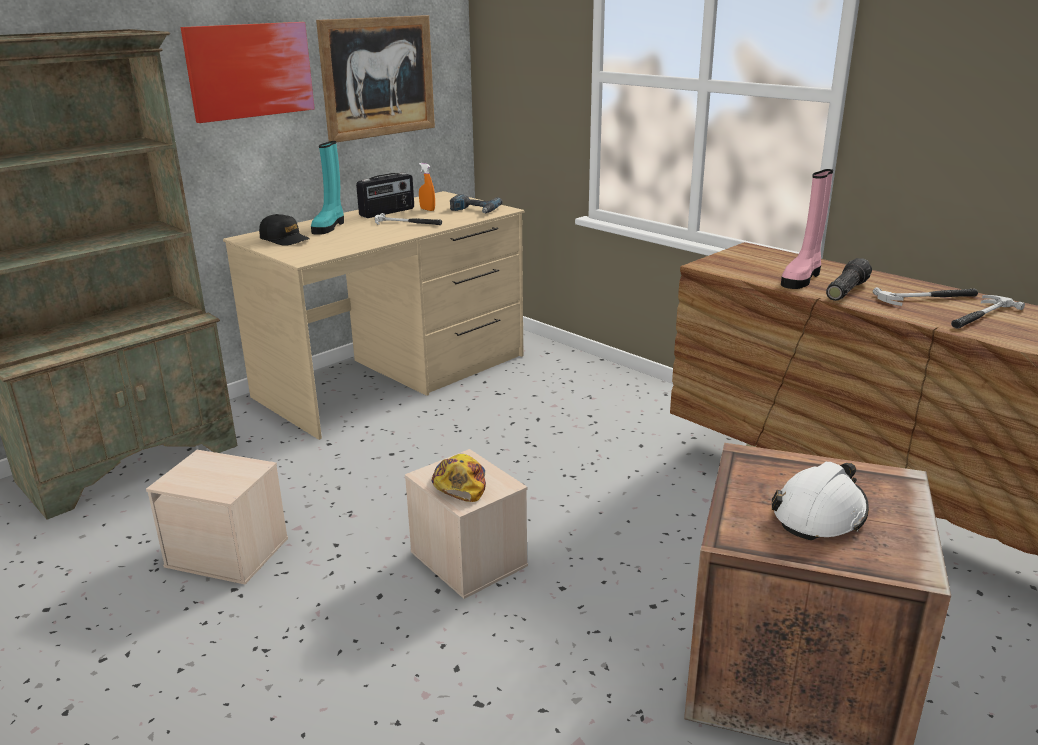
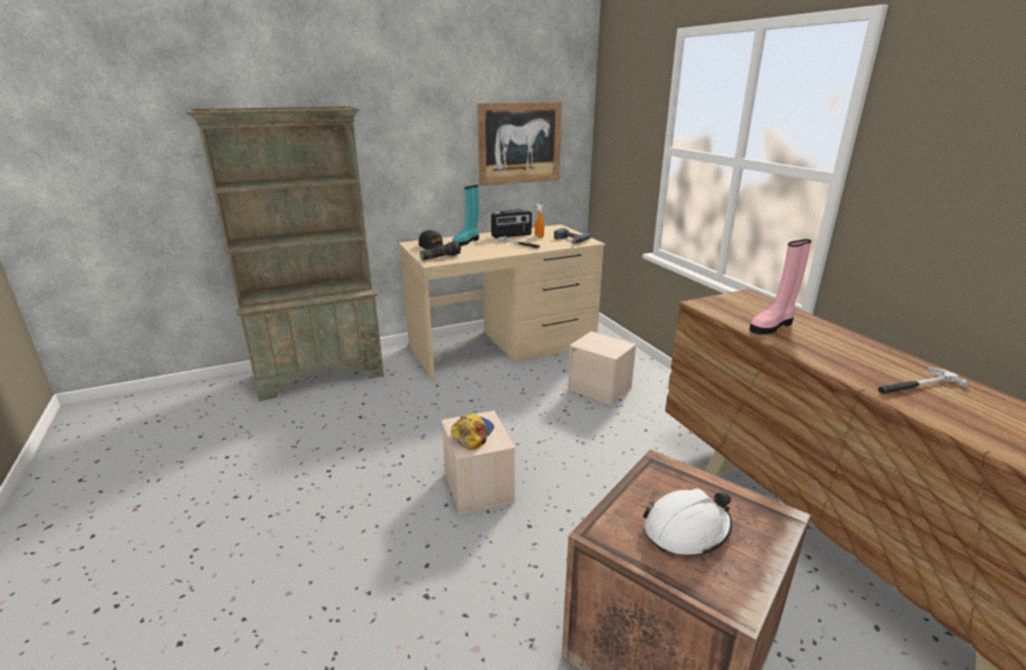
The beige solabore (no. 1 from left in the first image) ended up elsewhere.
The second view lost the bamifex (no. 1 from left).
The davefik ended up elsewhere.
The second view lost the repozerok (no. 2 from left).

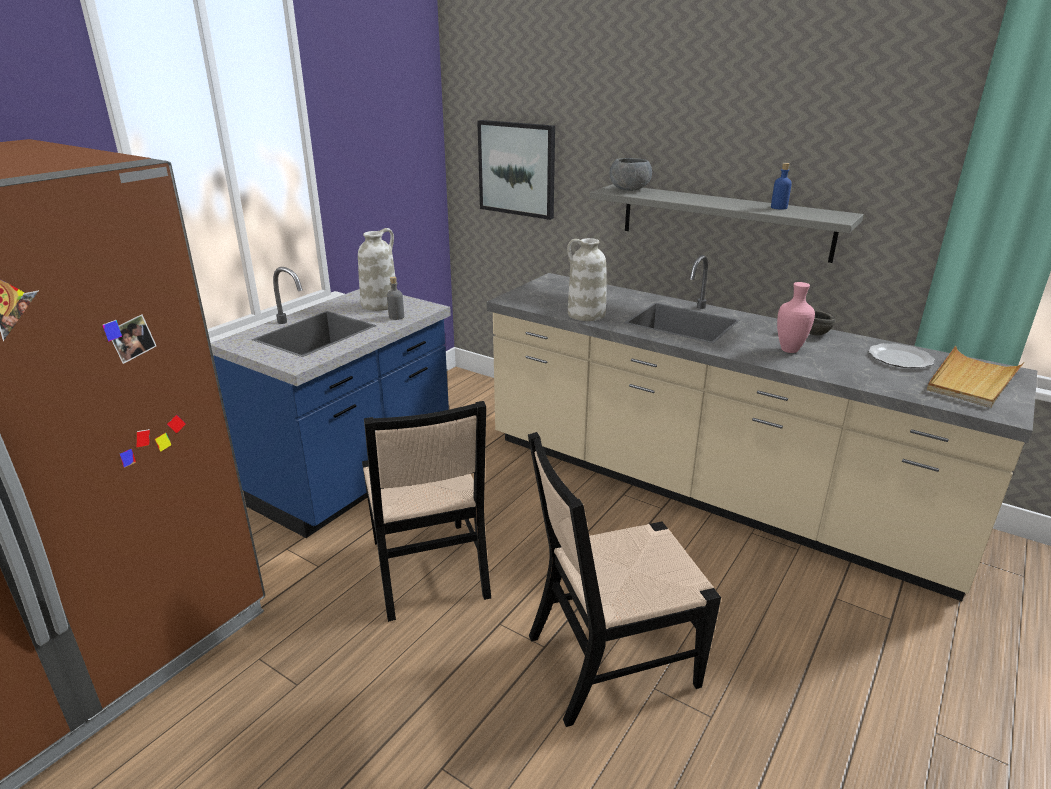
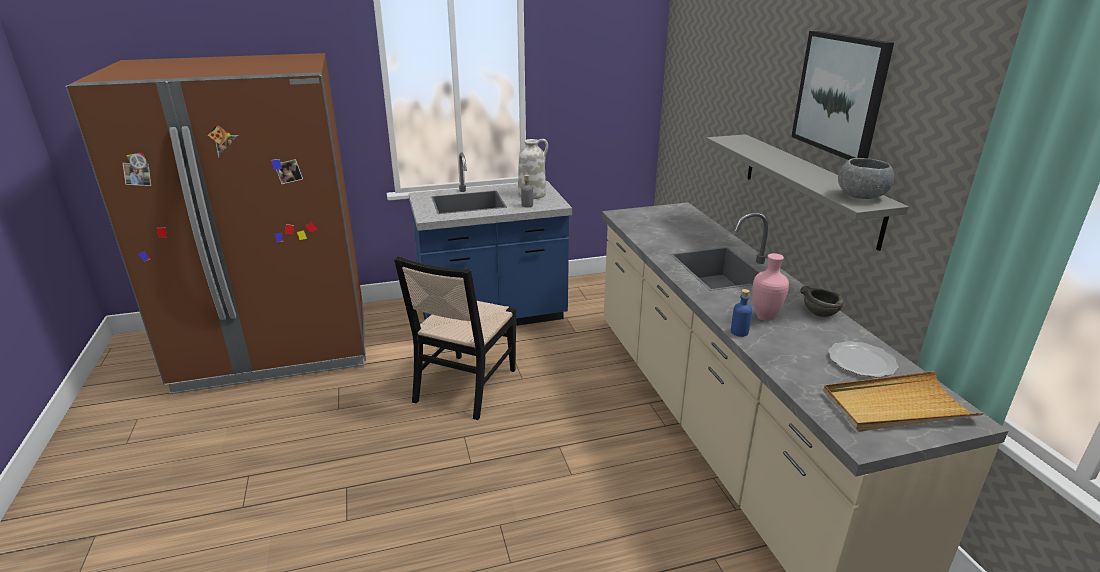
The bamifex ended up elsewhere.
The second view lost the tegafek (no. 2 from left).
The second view lost the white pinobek (no. 2 from left).
The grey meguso (no. 1 from left in the first image) ended up elsewhere.
The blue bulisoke ended up elsewhere.

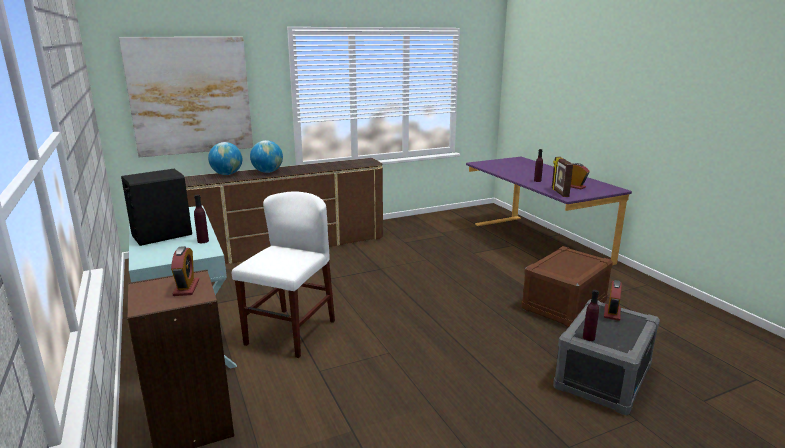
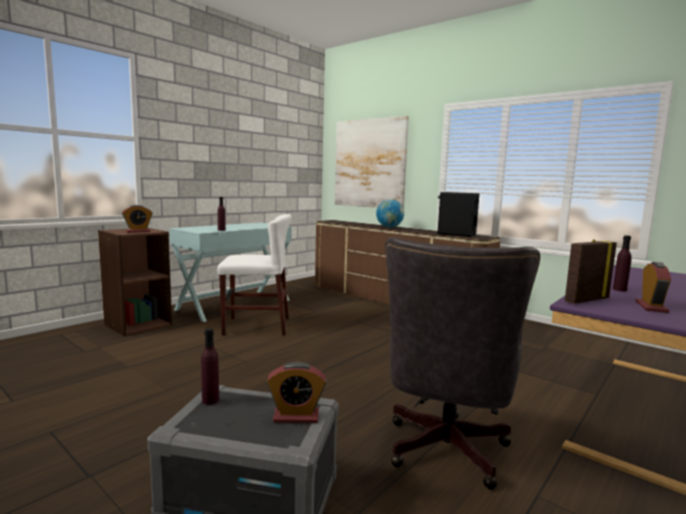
The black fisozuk ended up elsewhere.
The second view lost the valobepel (no. 1 from left).
Where the brown solabore stood, the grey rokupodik came to stand.

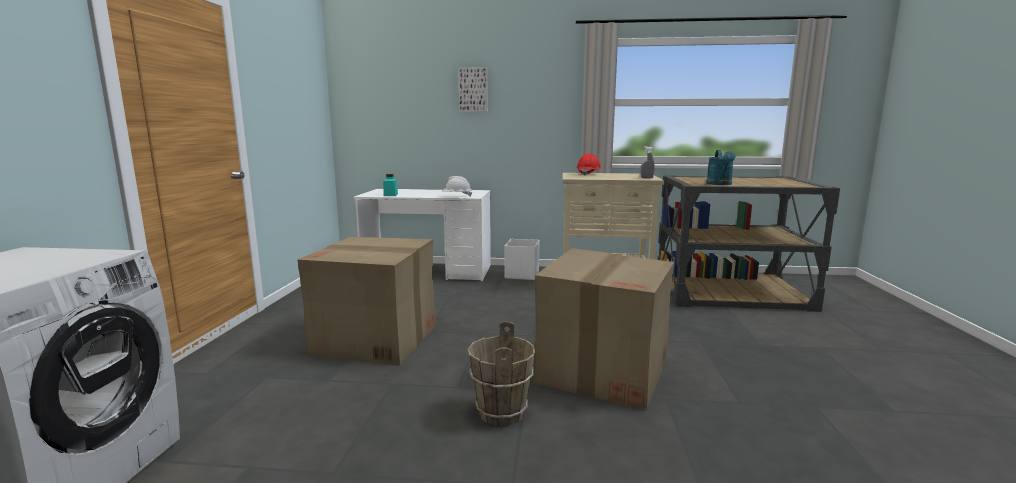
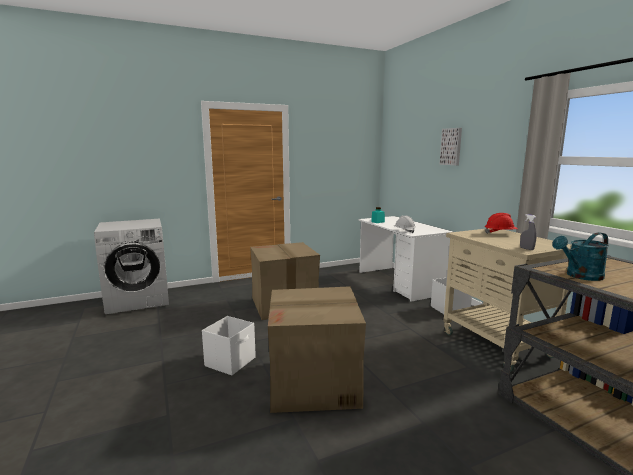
Where the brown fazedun stood, the white solabore (no. 1 from left) came to stand.

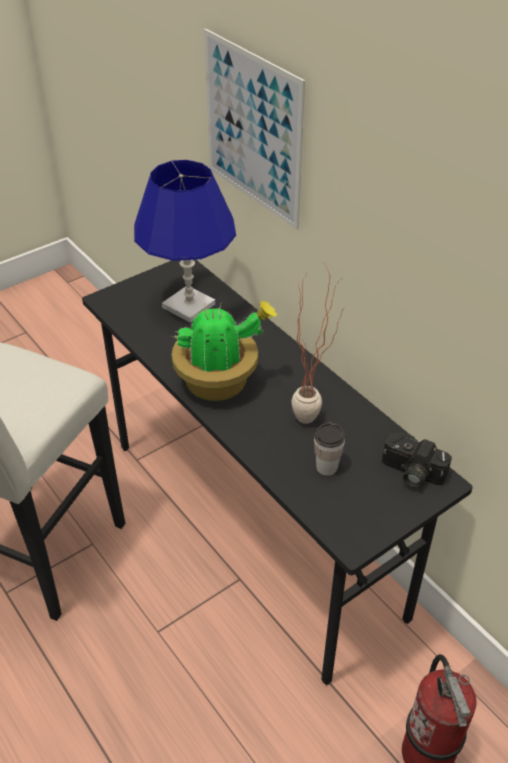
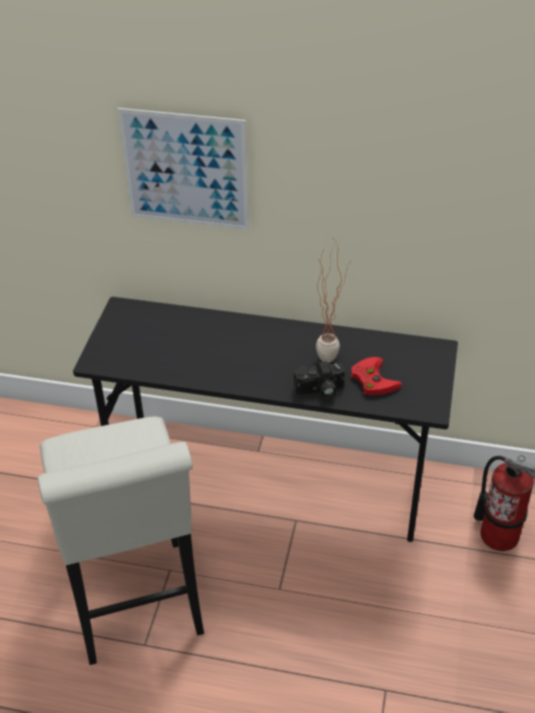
The second view lost the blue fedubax.
The second view lost the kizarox (no. 1 from left).
Where the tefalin stood, the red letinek came to stand.
The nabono ended up elsewhere.

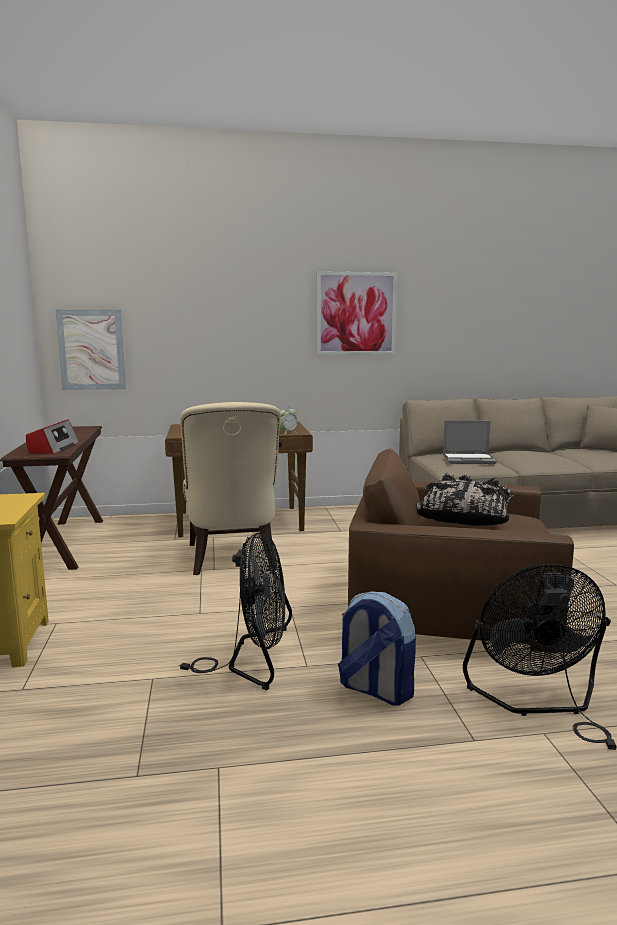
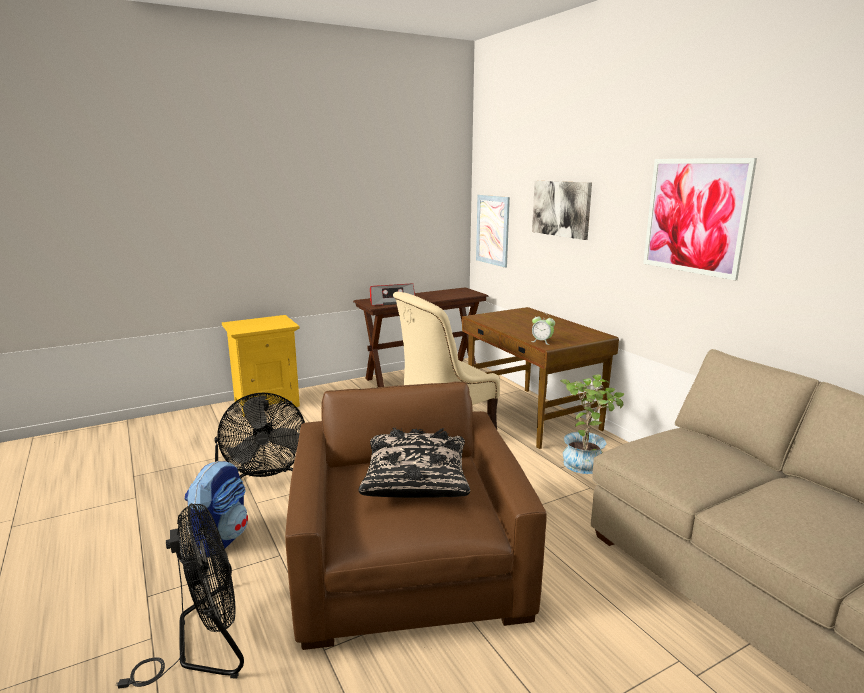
The second view lost the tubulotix.
The second view gained the bamifex (no. 2 from left).
The second view gained the kizarox.

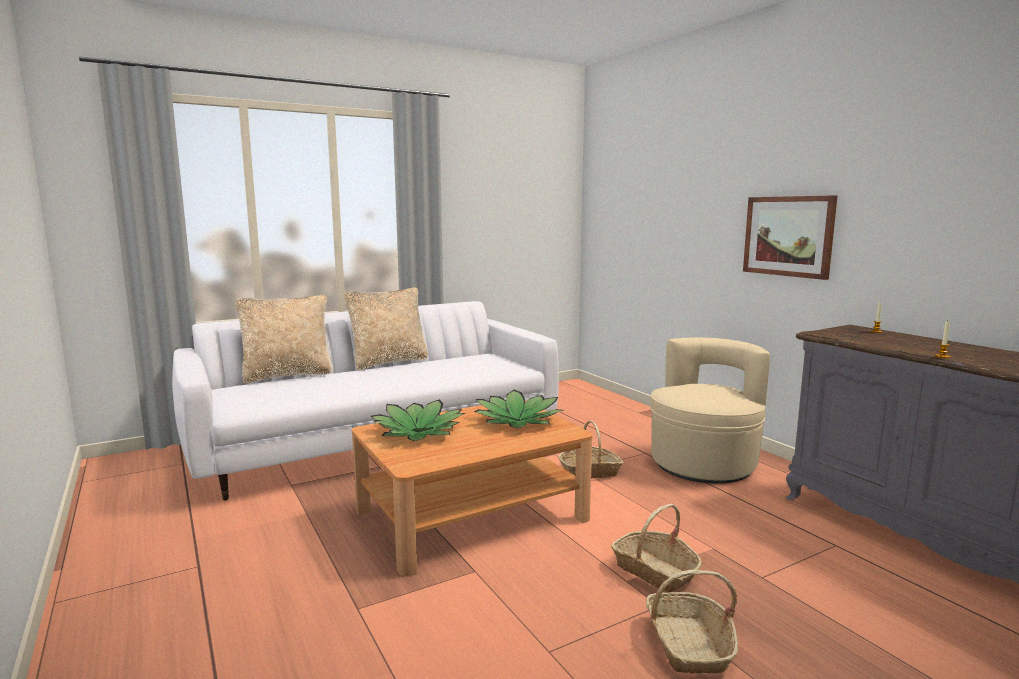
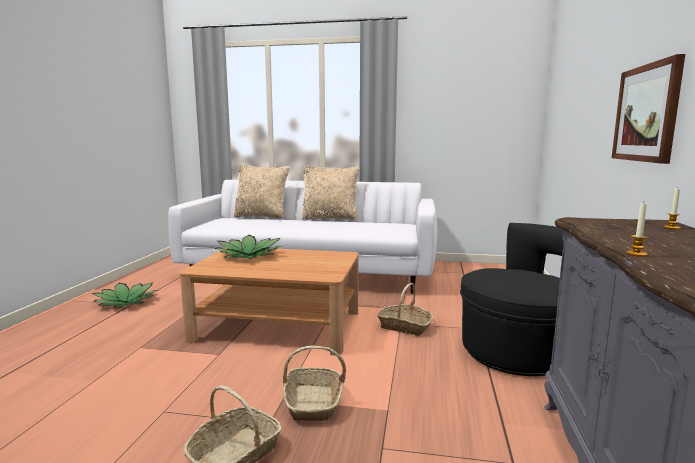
The kizarox (no. 2 from left in the first image) ended up elsewhere.
What was the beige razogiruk turned into the black razogiruk.

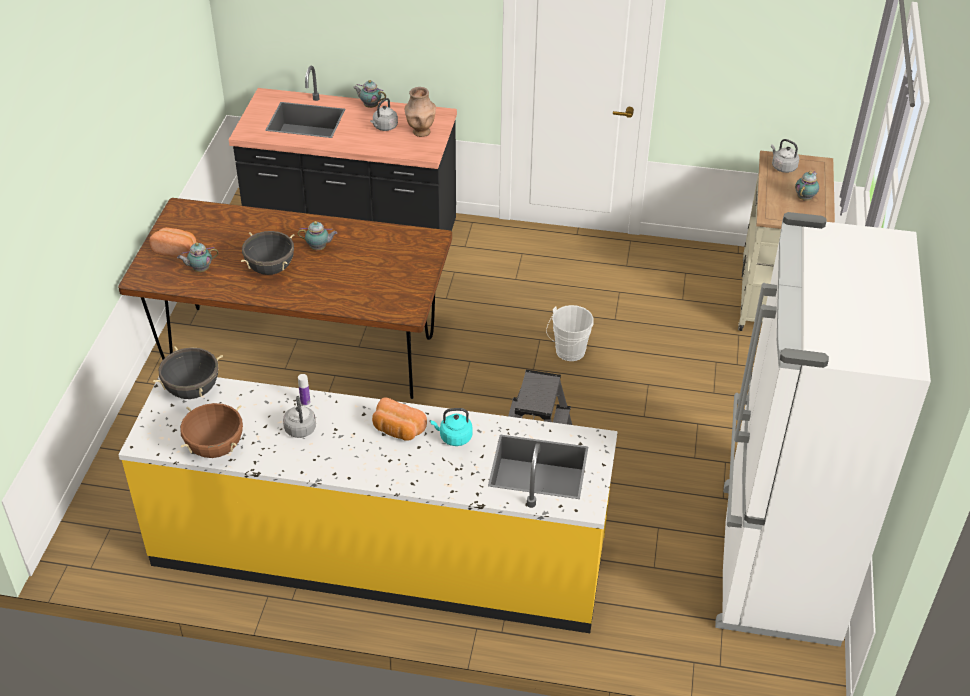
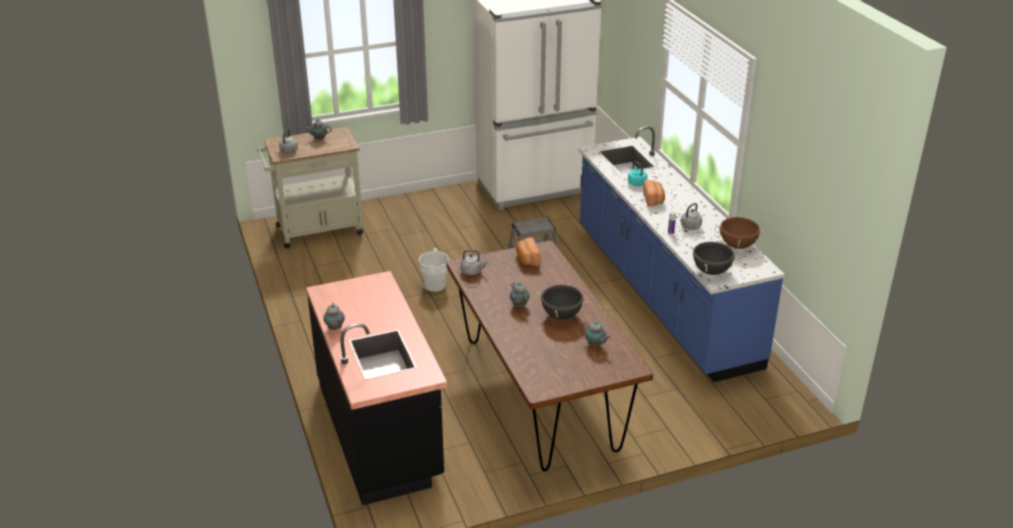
What was the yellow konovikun turned into the blue konovikun.
The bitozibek (no. 1 from left) ended up elsewhere.
The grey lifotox (no. 2 from left) ended up elsewhere.
The second view lost the brown pinobek.

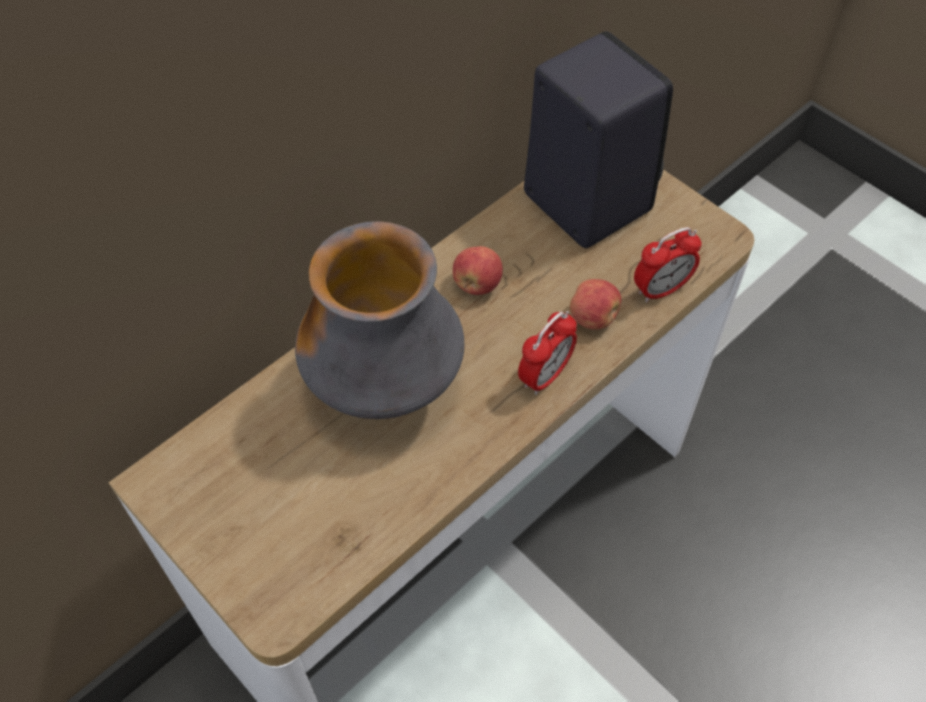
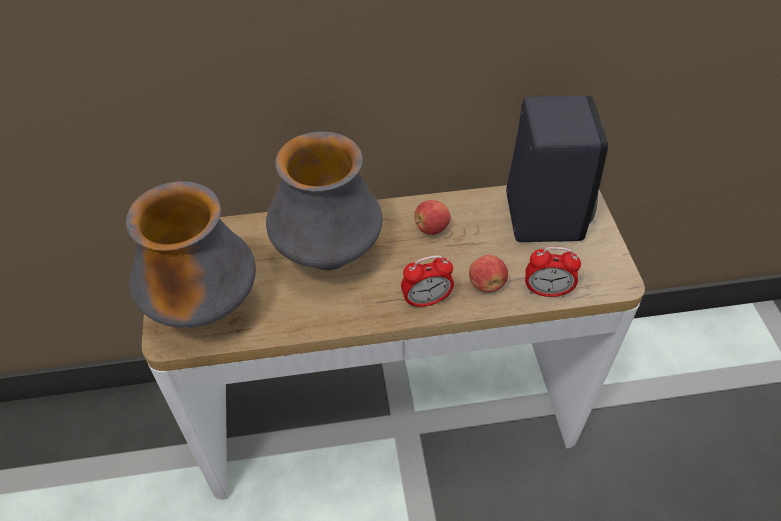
The second view gained the pinobek (no. 1 from left).

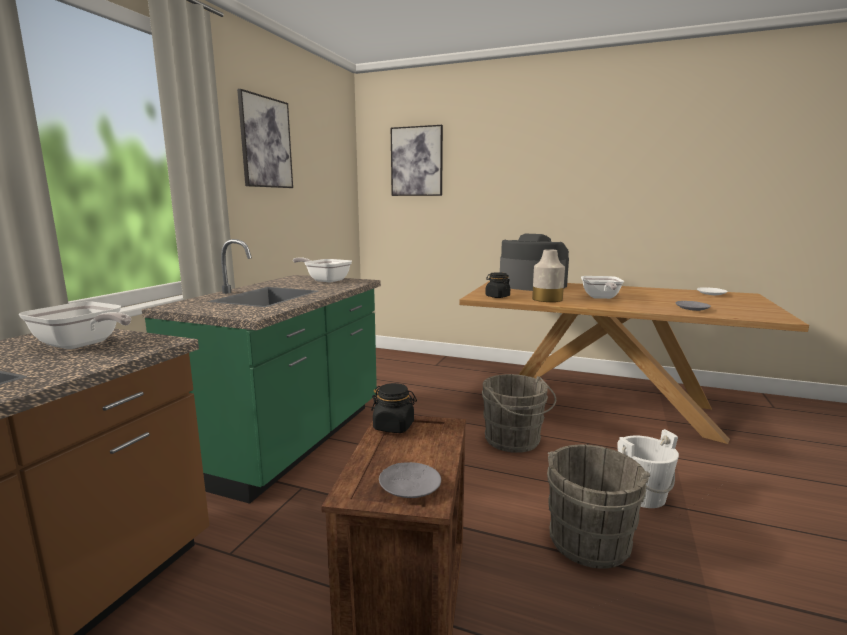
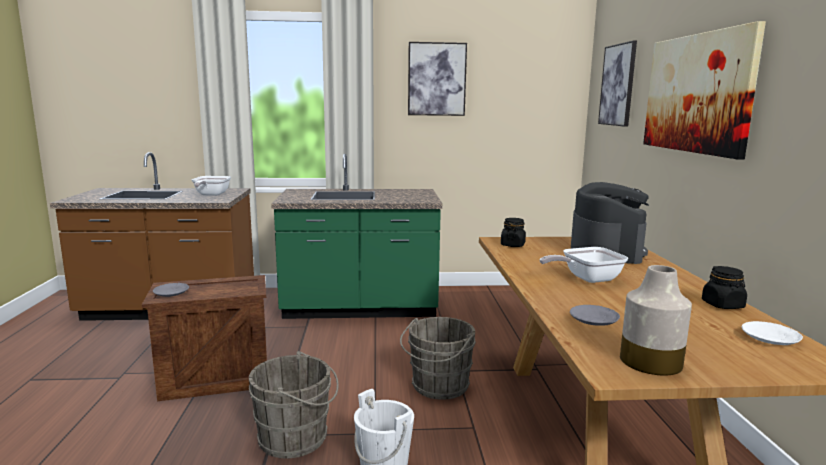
The second view lost the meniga (no. 2 from left).
The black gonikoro (no. 1 from left in the first image) ended up elsewhere.
The beige pinobek ended up elsewhere.
The second view gained the bamifex (no. 3 from left).

